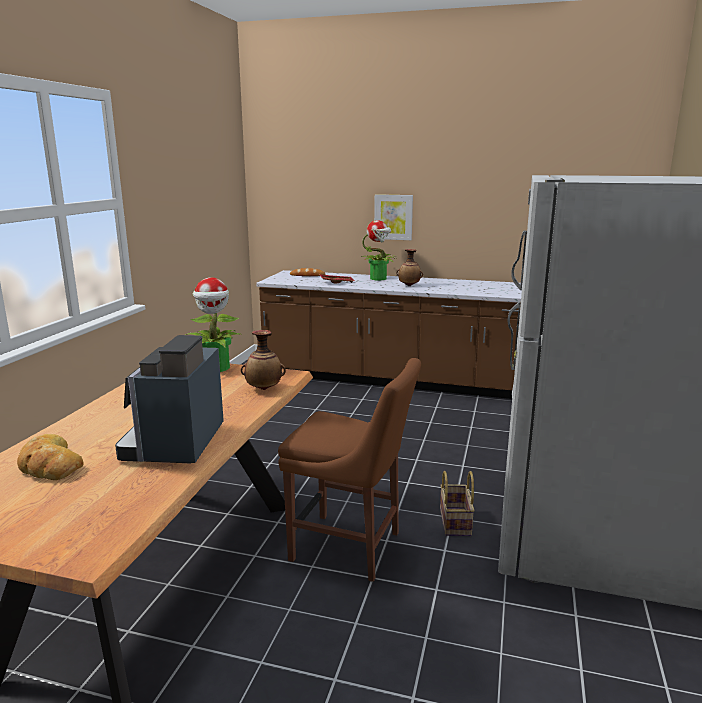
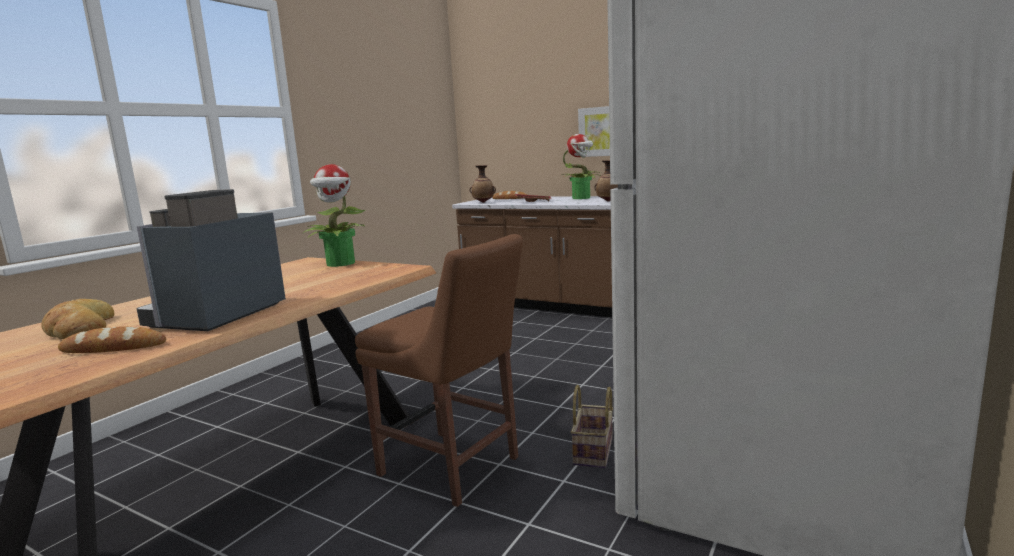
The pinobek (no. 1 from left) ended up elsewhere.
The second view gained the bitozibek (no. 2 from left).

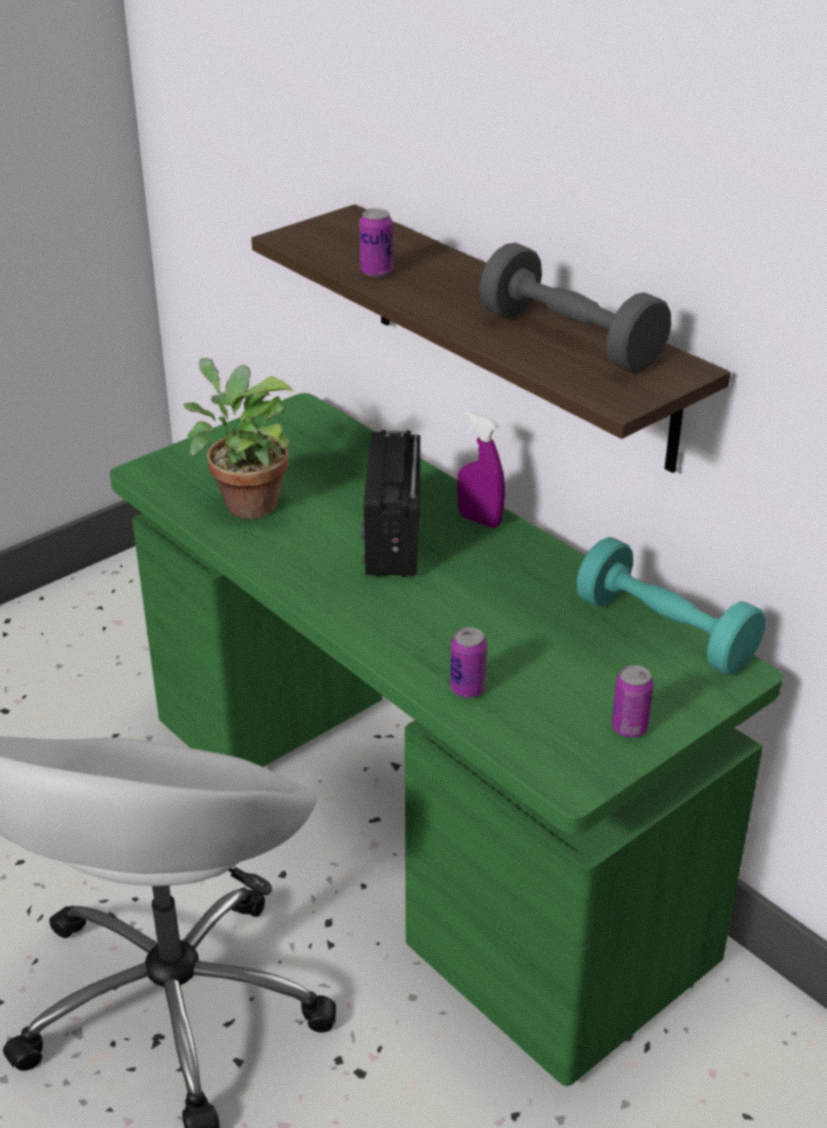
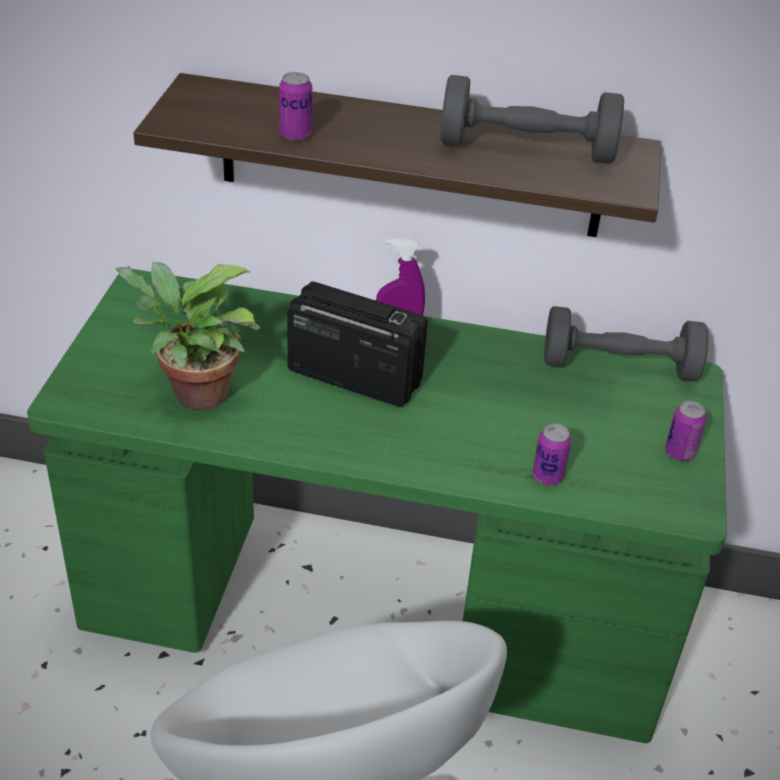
The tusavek ended up facing another way, 150 degrees clockwise from before.
What was the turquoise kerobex turned into the grey kerobex (no. 2 from left).

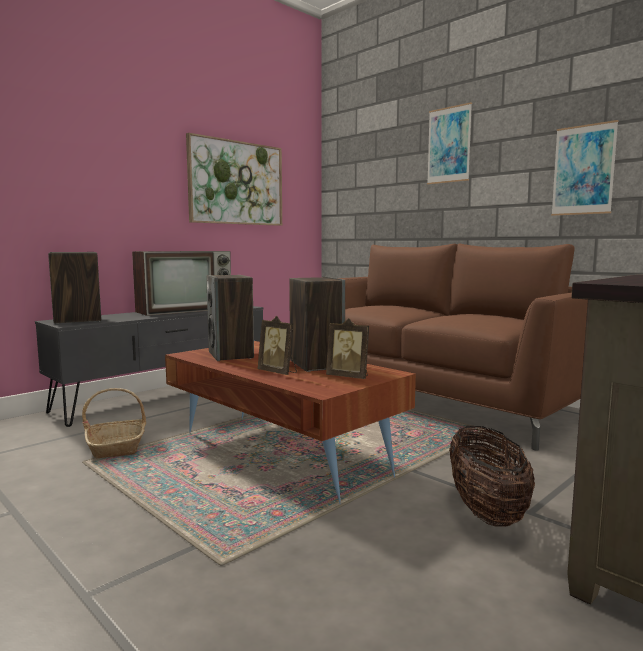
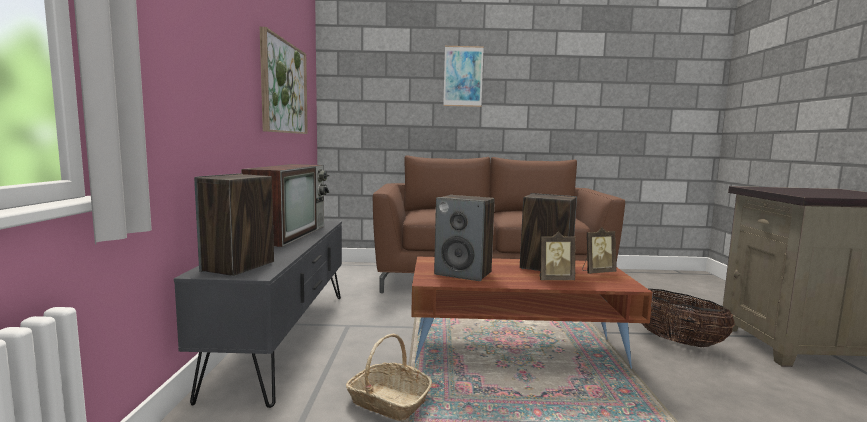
The second view lost the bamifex (no. 3 from left).

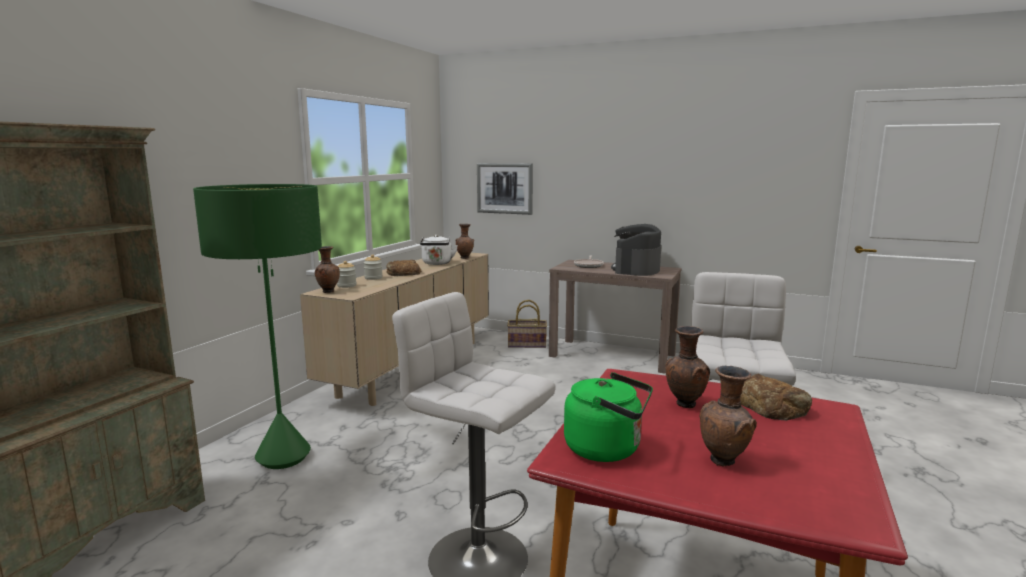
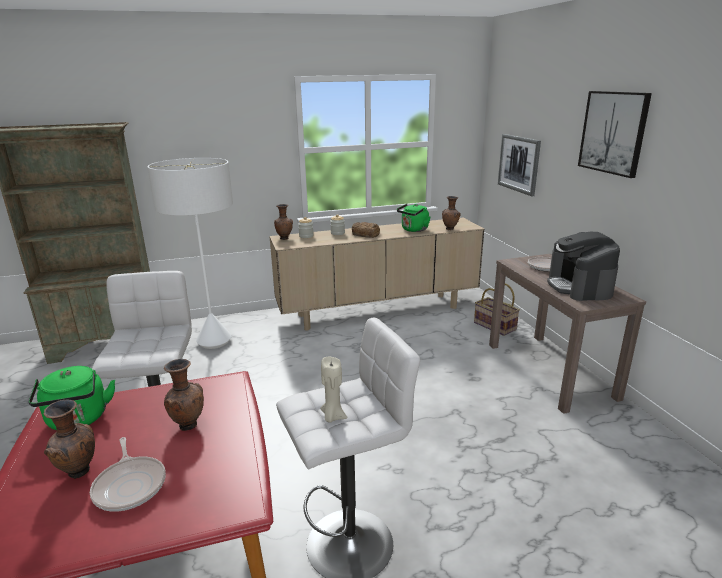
What was the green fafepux turned into the white fafepux.
What was the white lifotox turned into the green lifotox (no. 2 from left).
The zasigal ended up facing another way, 75 degrees counterclockwise from before.
The second view lost the bitozibek (no. 2 from left).
The second view gained the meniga (no. 1 from left).
The second view gained the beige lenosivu.
The second view gained the bamifex (no. 2 from left).

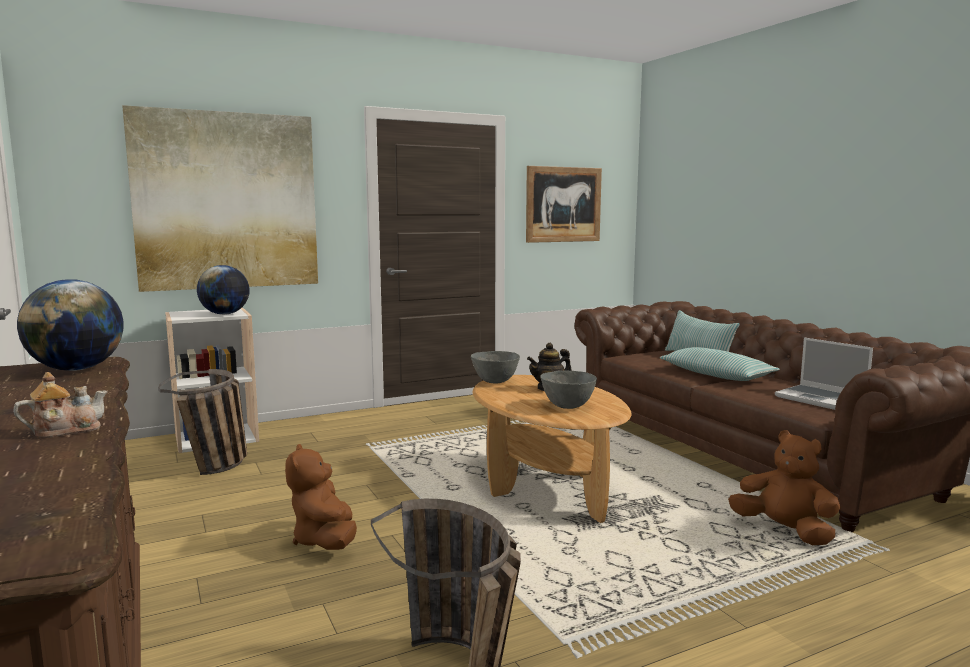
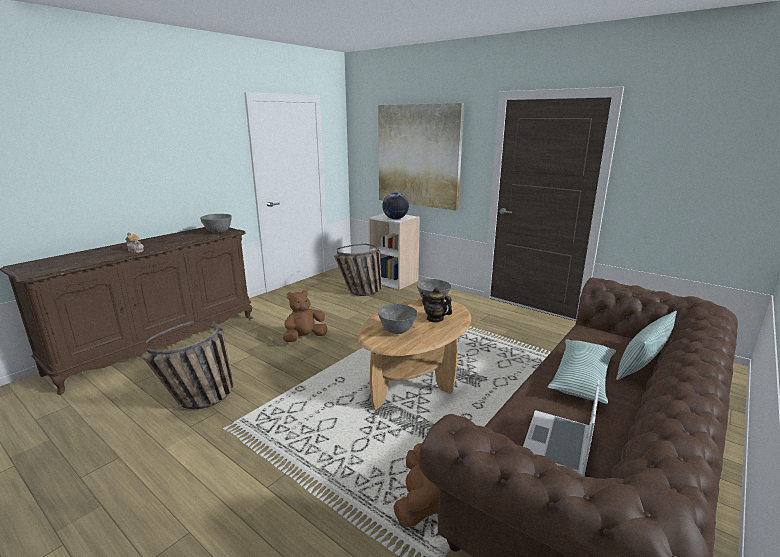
Where the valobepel (no. 1 from left) stood, the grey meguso (no. 1 from left) came to stand.
The second view lost the bamifex (no. 2 from left).

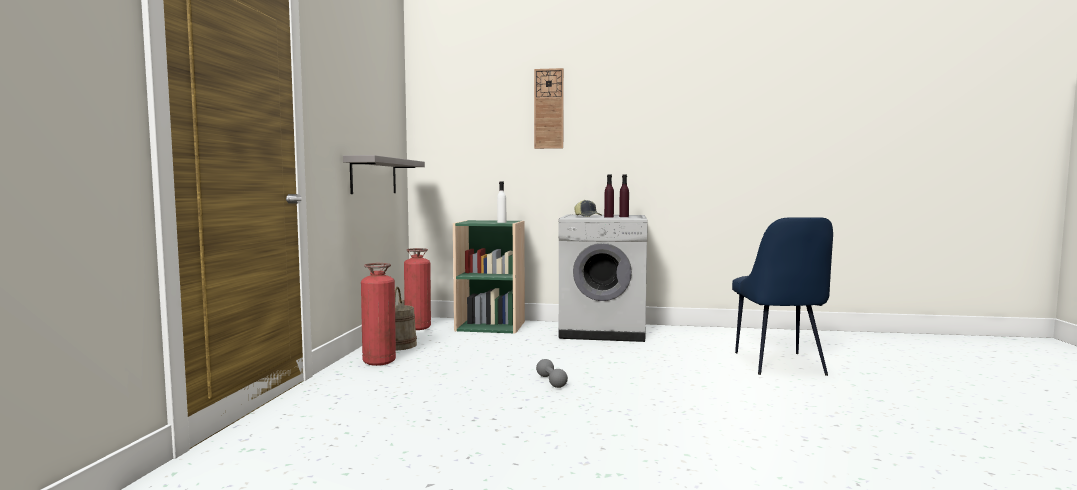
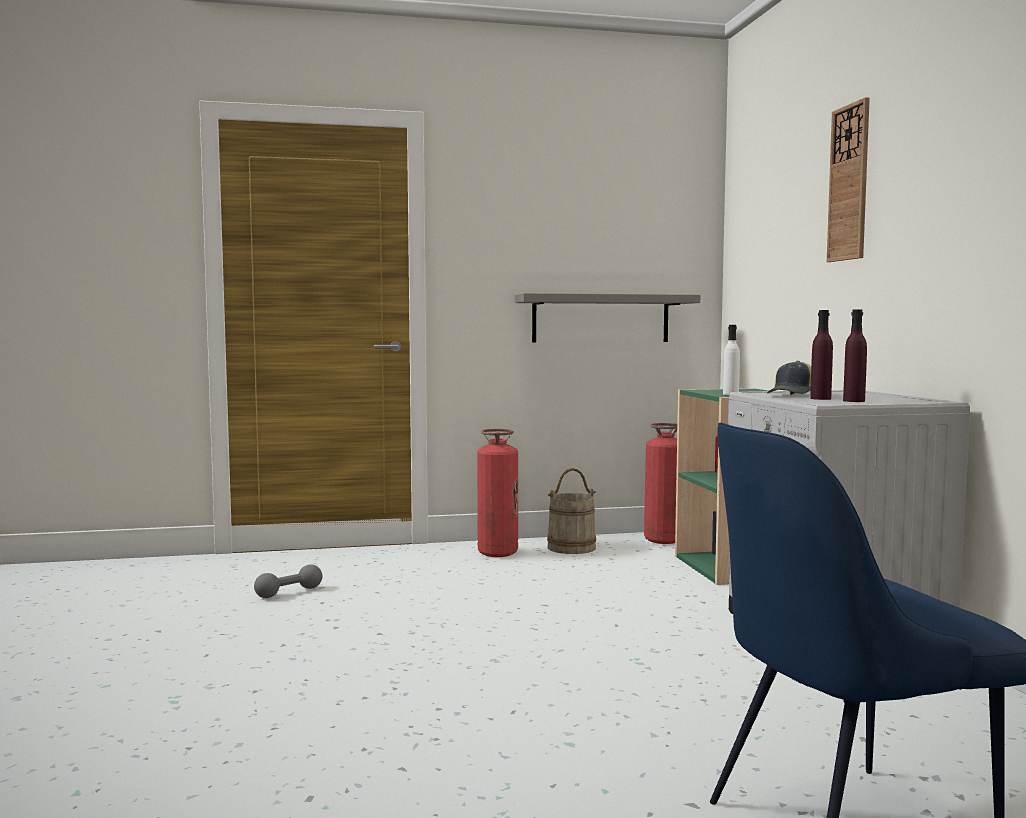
The grey kerobex ended up elsewhere.

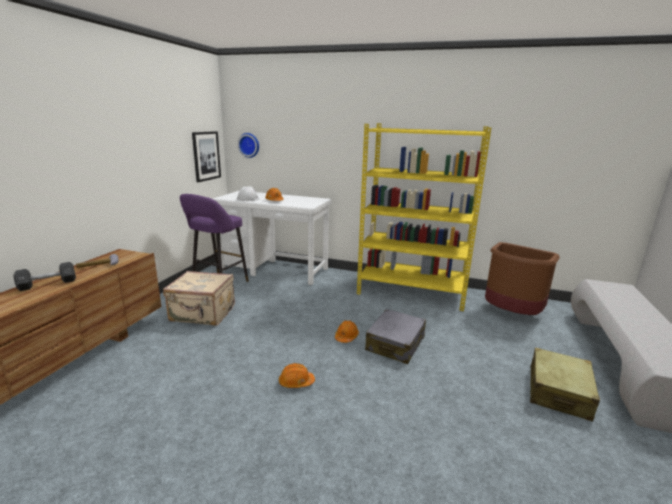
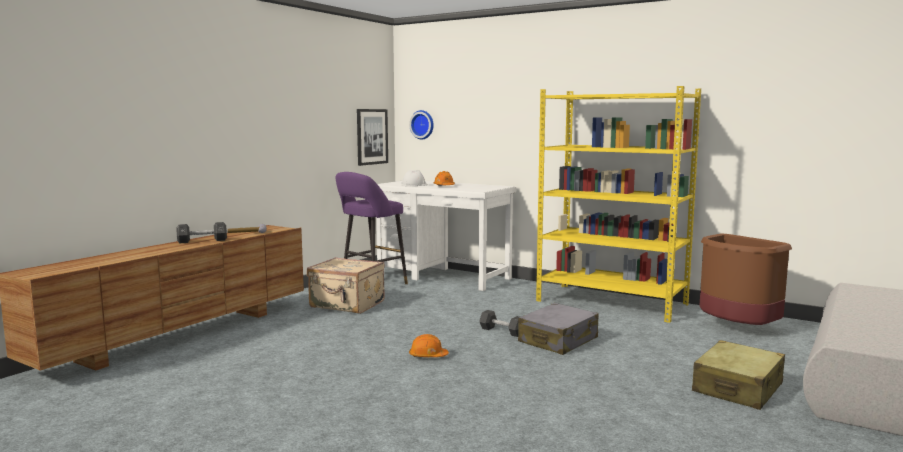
Where the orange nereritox (no. 3 from left) stood, the black kerobex (no. 2 from left) came to stand.

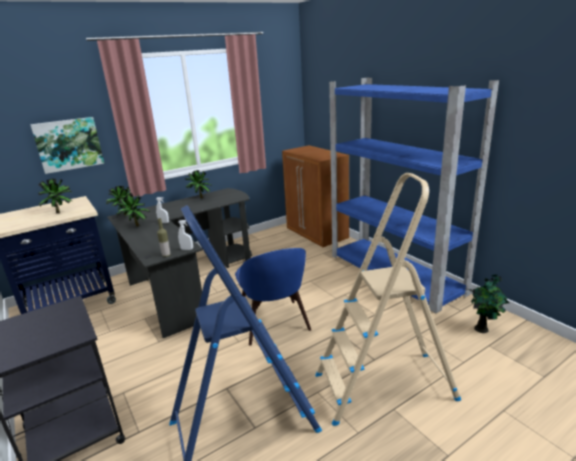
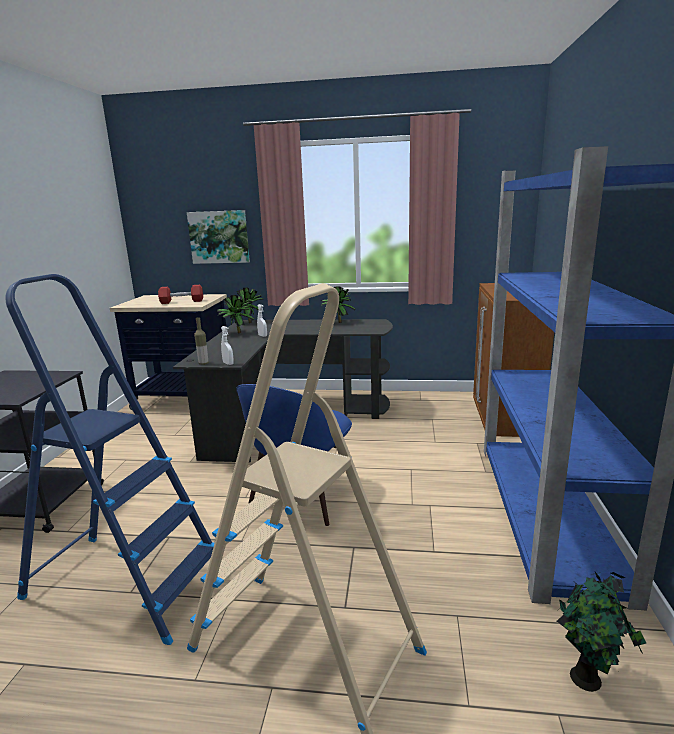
Where the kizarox (no. 1 from left) stood, the red kerobex came to stand.

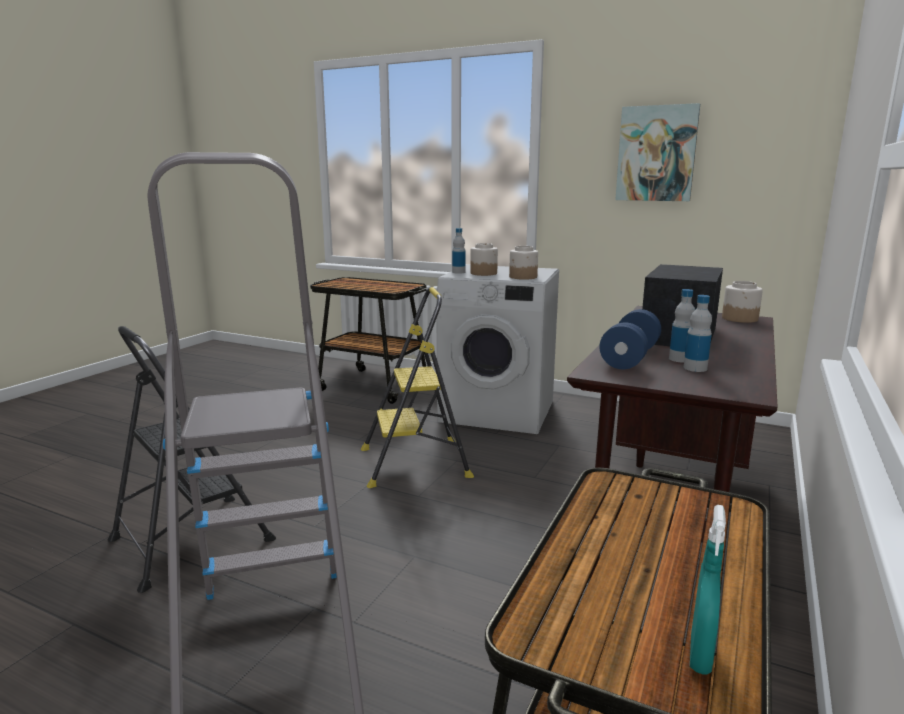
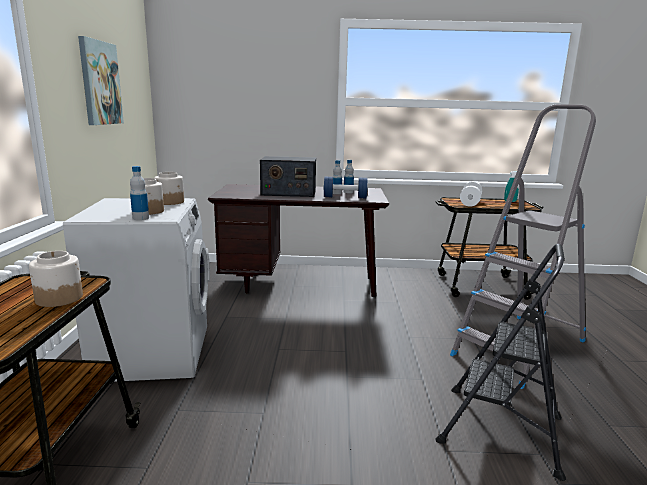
The second view lost the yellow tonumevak.
The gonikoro (no. 3 from left in the first image) ended up elsewhere.
The second view gained the white kerobex.

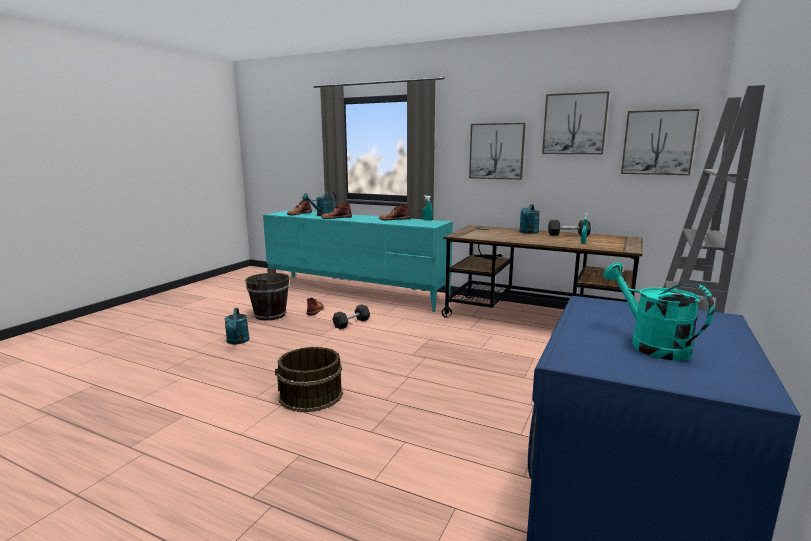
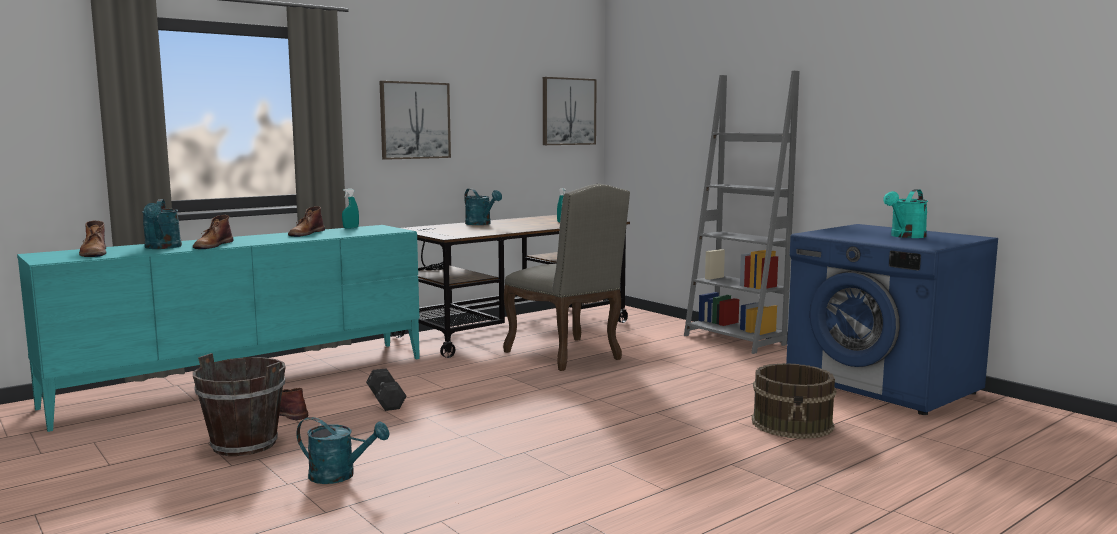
The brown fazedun (no. 2 from left) ended up elsewhere.
The second view lost the bamifex (no. 2 from left).
The second view lost the grey kerobex (no. 2 from left).
The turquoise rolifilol (no. 4 from left) ended up facing another way, 45 degrees counterclockwise from before.
The second view gained the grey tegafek.

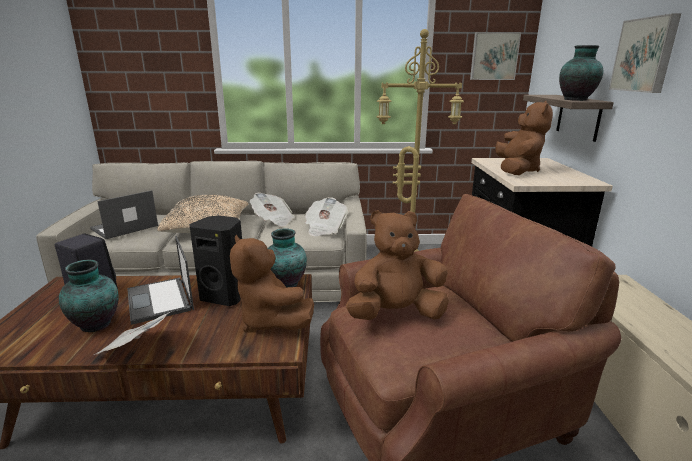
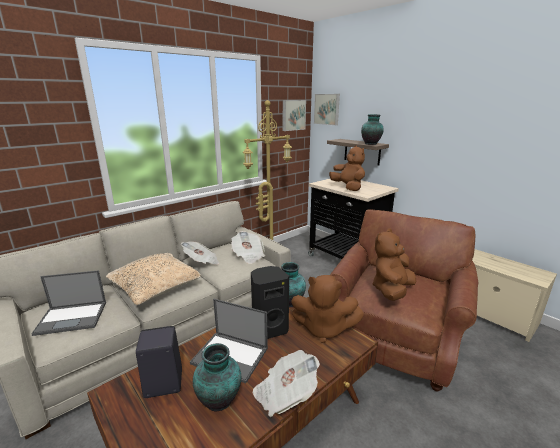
The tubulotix (no. 1 from left) ended up facing another way, 105 degrees counterclockwise from before.
The bamifex (no. 2 from left) ended up elsewhere.

